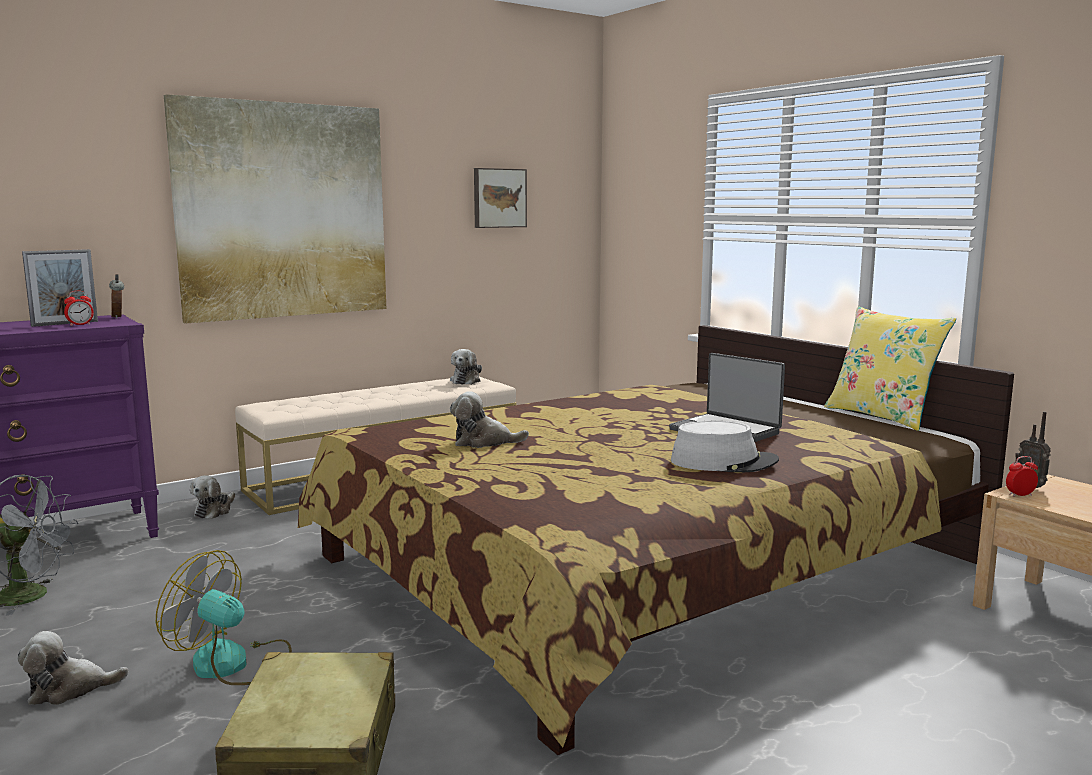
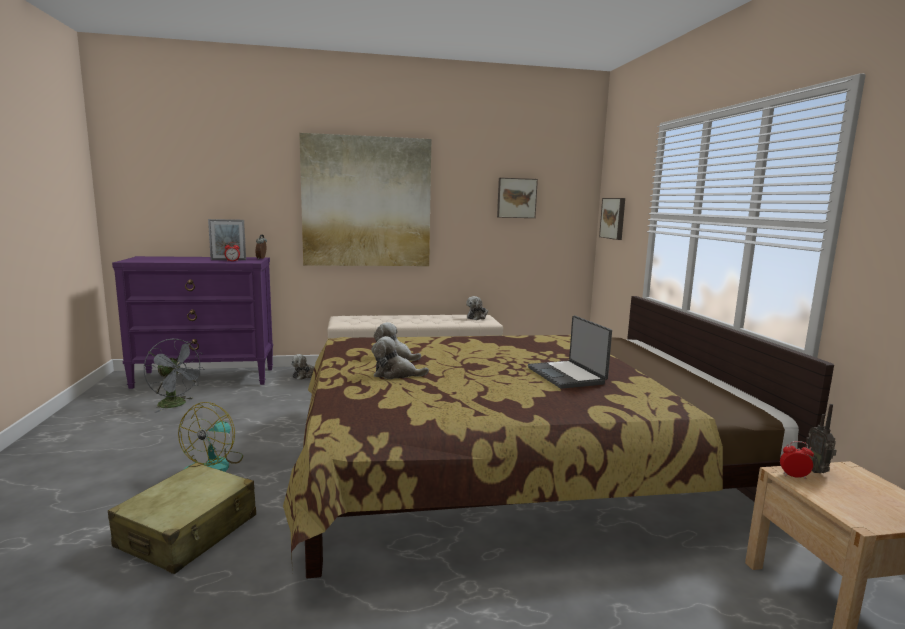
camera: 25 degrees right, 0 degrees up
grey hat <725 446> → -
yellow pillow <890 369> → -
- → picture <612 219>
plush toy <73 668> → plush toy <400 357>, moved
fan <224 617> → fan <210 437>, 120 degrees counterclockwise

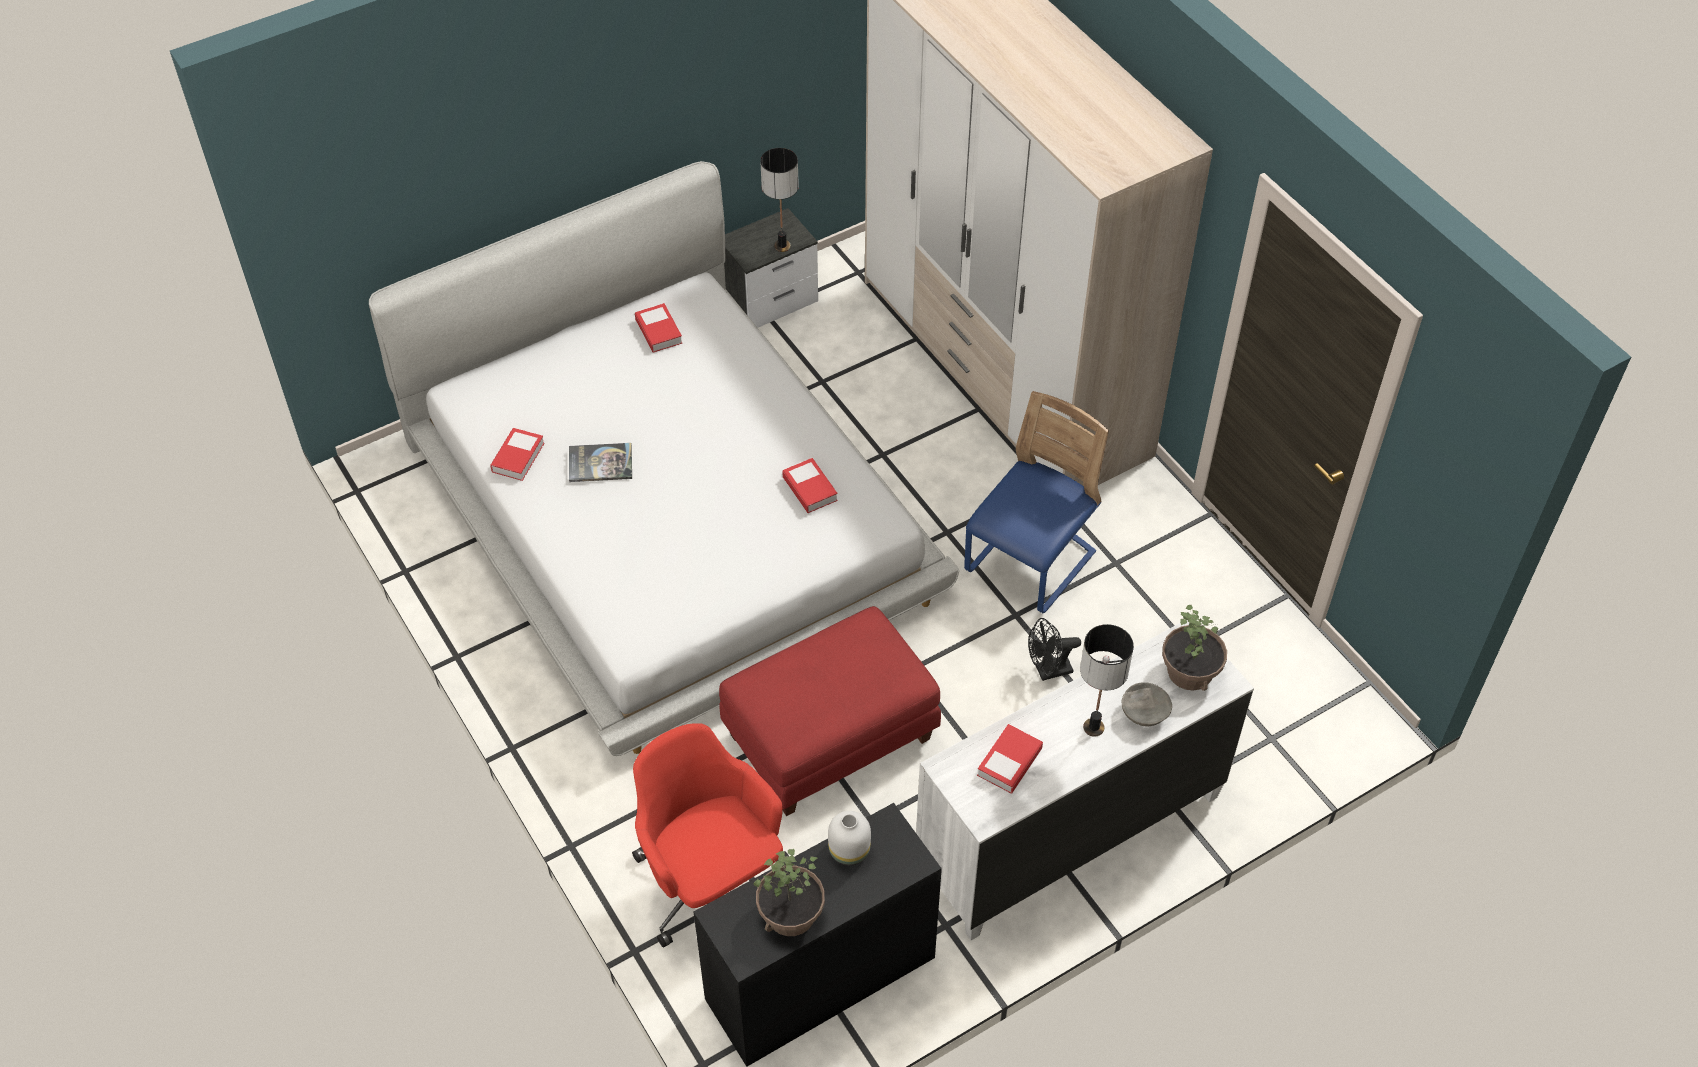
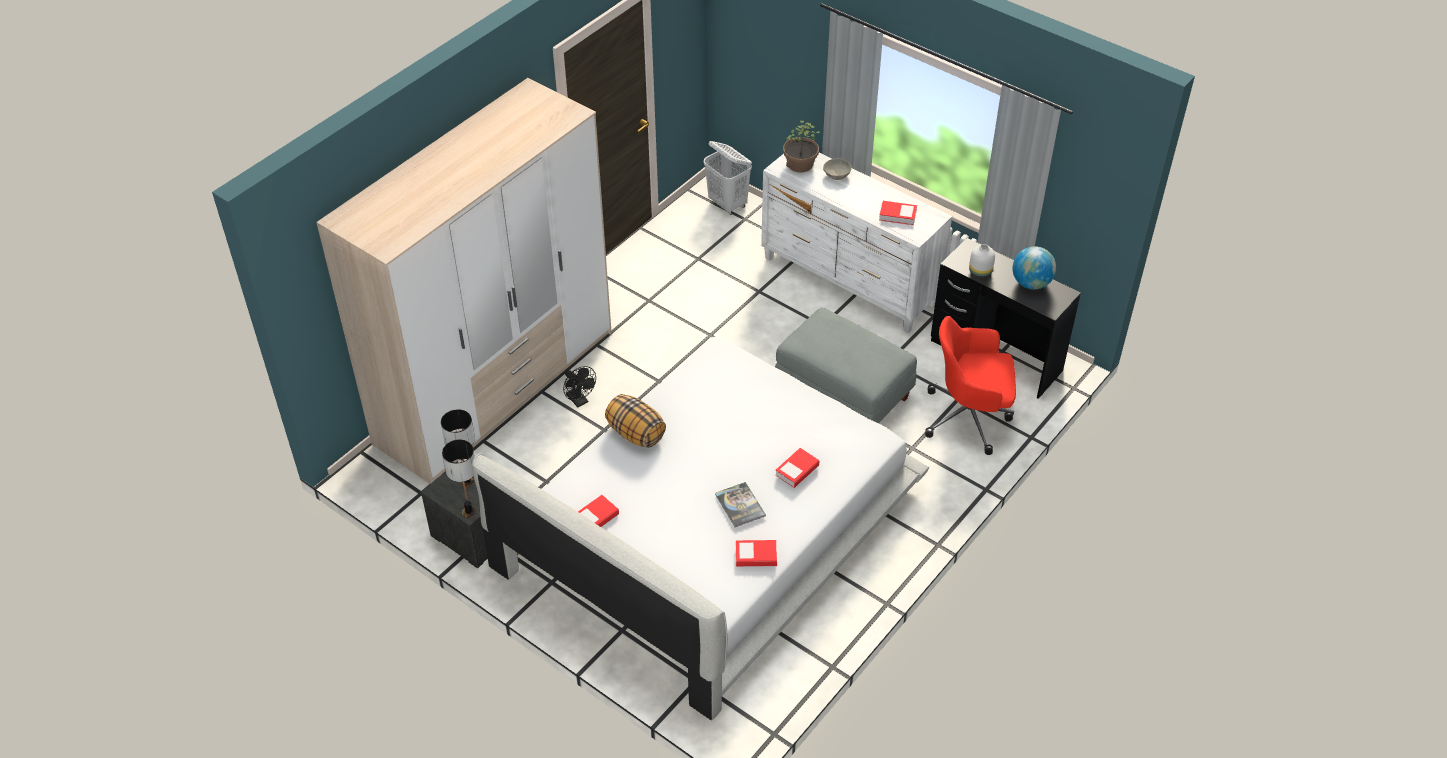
camera: 110 degrees left, 5 degrees down
blue chair <1036 502> → -
- → pillow <635 421>
- → white laundry basket <728 178>
book <810 485> → book <797 468>, moved
black fan <1054 649> → black fan <579 386>, moved
table lamp <1107 680> → table lamp <459 478>, moved
potted plant <789 892> → globe <1034 267>
red ottoman <830 711> → grey ottoman <846 365>
red office chair <710 835> → red office chair <970 385>, 60 degrees clockwise

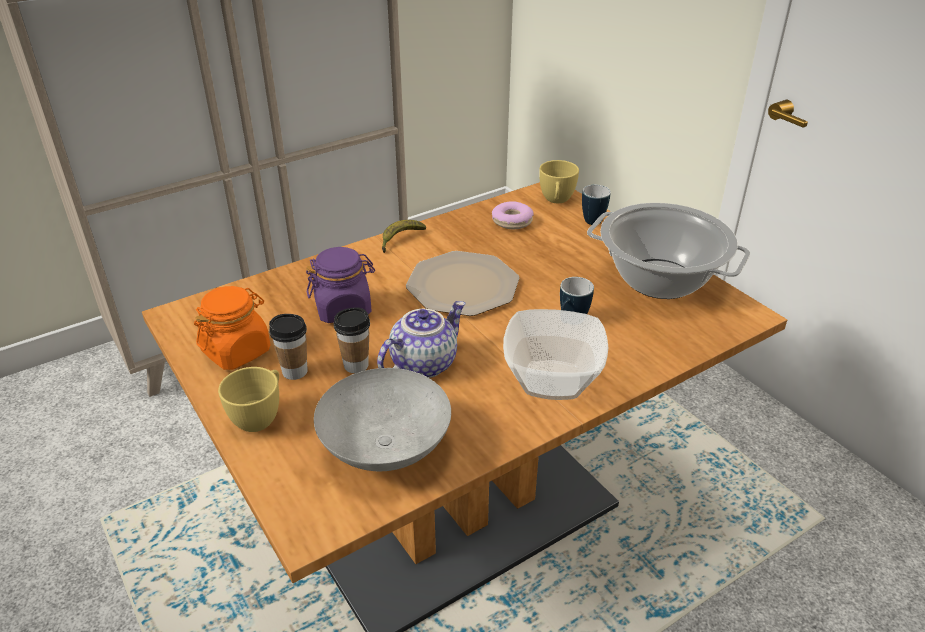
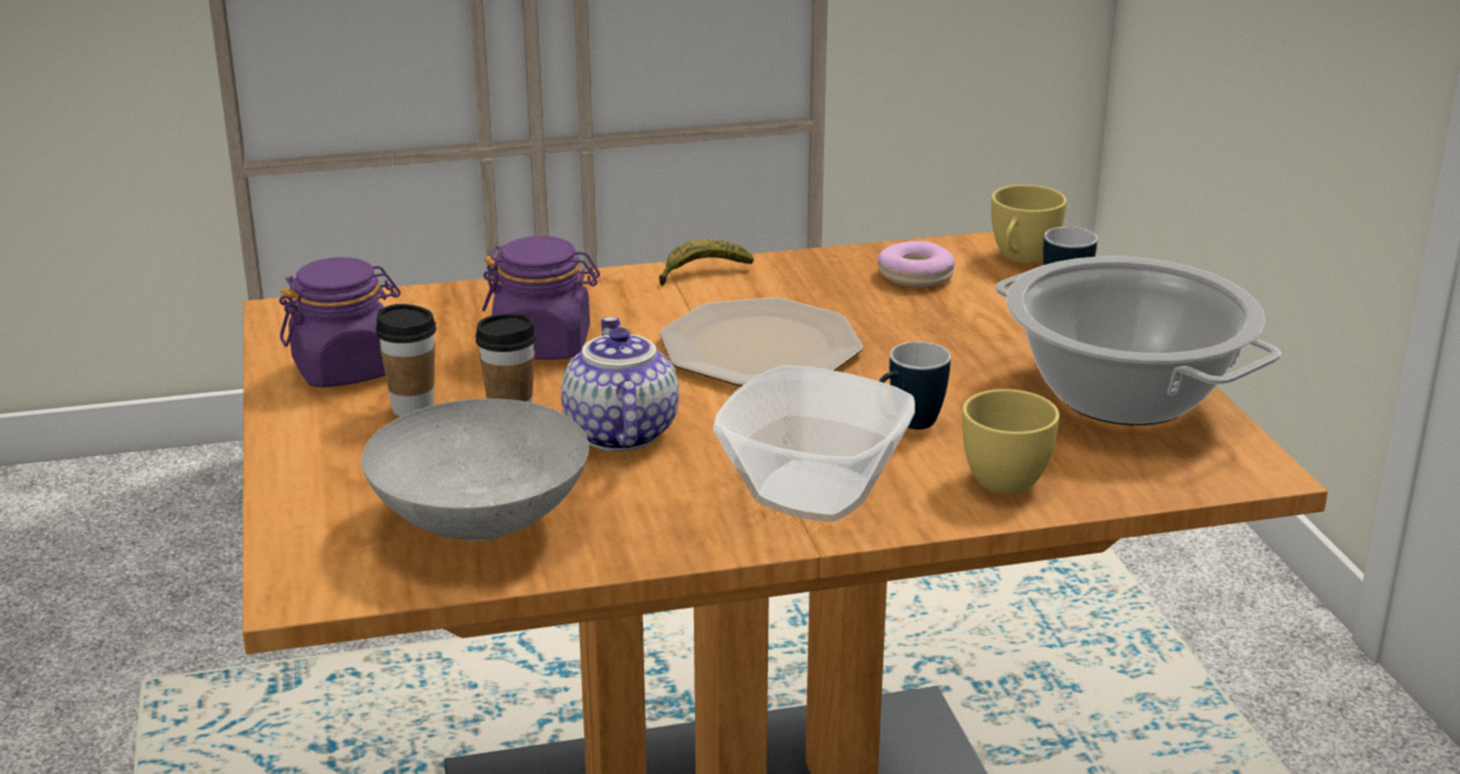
camera: 20 degrees right, 10 degrees down
yellow cup <248 399> → yellow cup <1010 441>, moved
orange jar <232 328> → purple jar <340 322>
teapot <421 339> → teapot <620 384>, 75 degrees counterclockwise

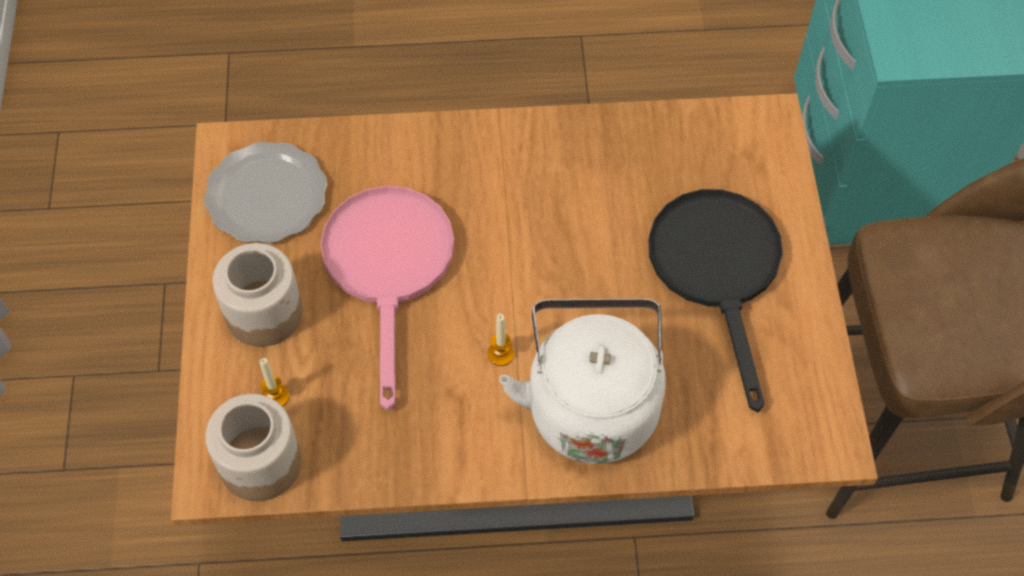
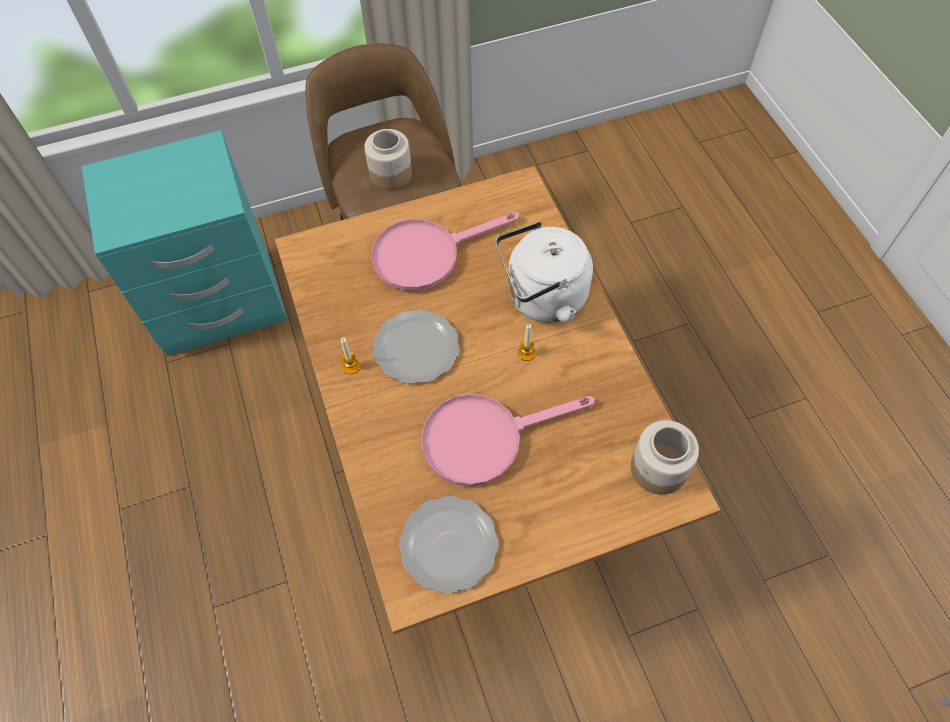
camera: 105 degrees left, 0 degrees up
- → plate <416 347>
jar <258 295> → jar <388 159>, moved
candle <274 382> → candle <350 355>, moved
black frying pan <715 300> → pink frying pan <445 251>

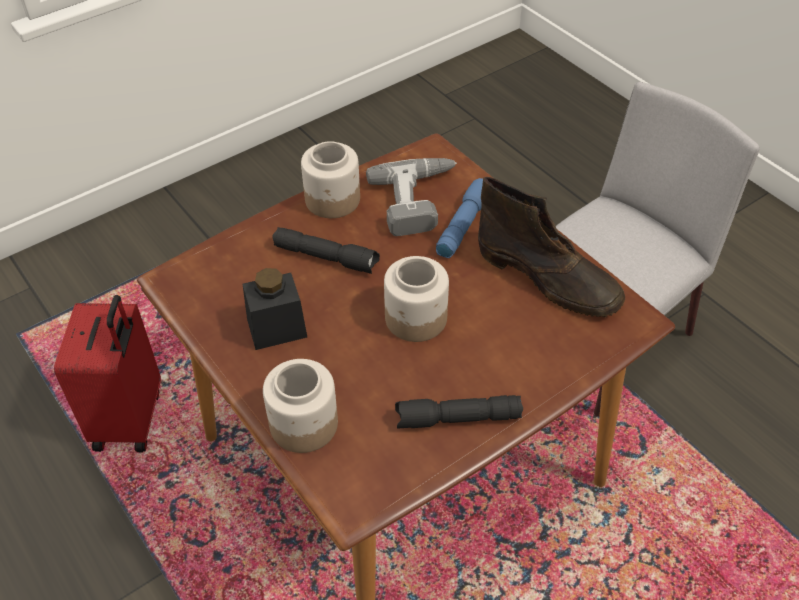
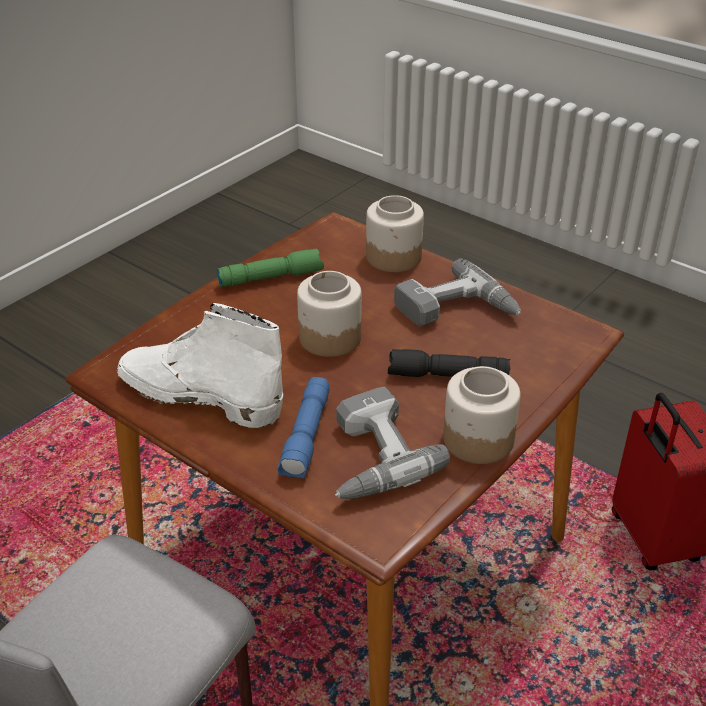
camera: 165 degrees right, 10 degrees down
black jar <274 309> → power drill <457 292>
black flashlight <459 412> → green flashlight <270 268>
brown boot <551 247> → white boot <200 365>

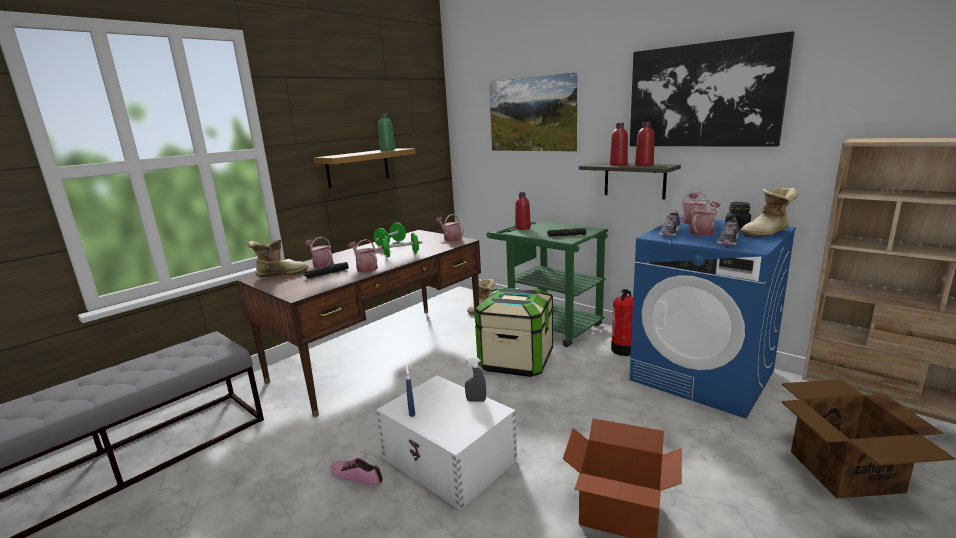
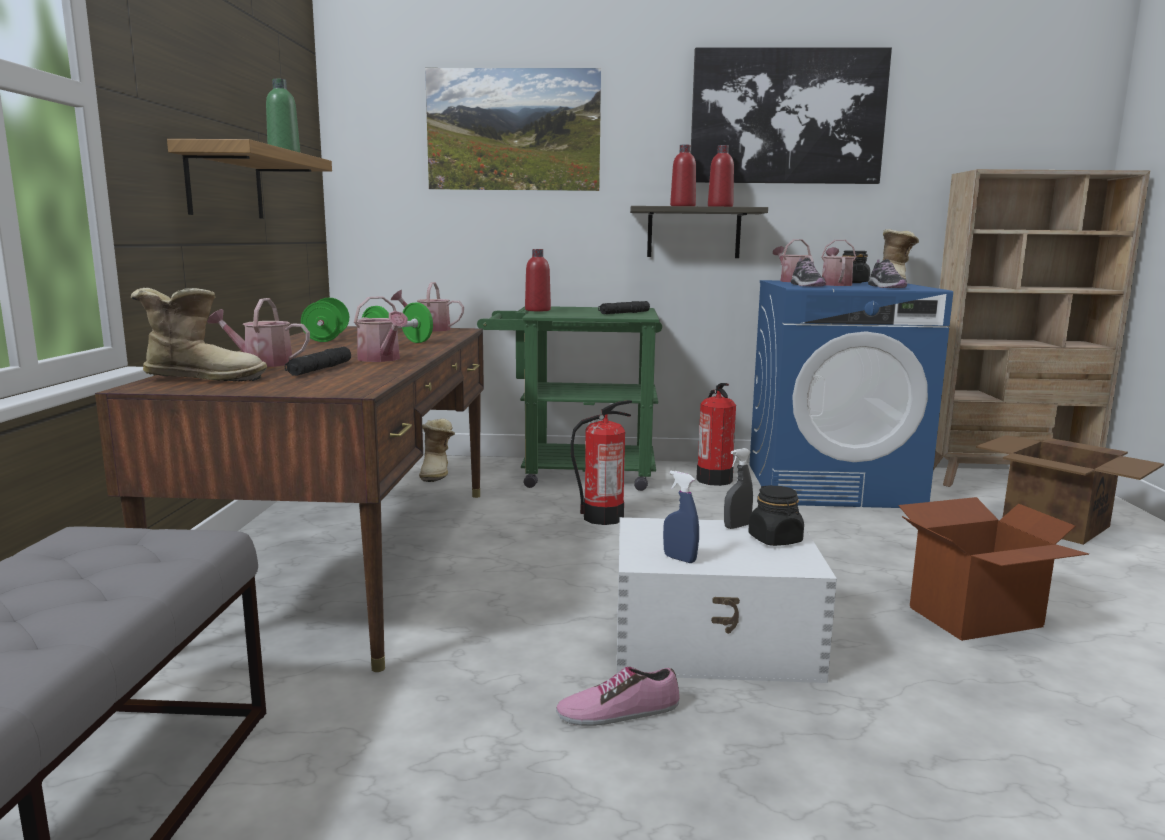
camera: 40 degrees left, 5 degrees down
- → black jar <776 515>
storage box <513 332> → fire extinguisher <601 462>
boot <278 257> → boot <199 335>, 60 degrees clockwise
watering can <363 255> → watering can <381 329>, 135 degrees counterclockwise

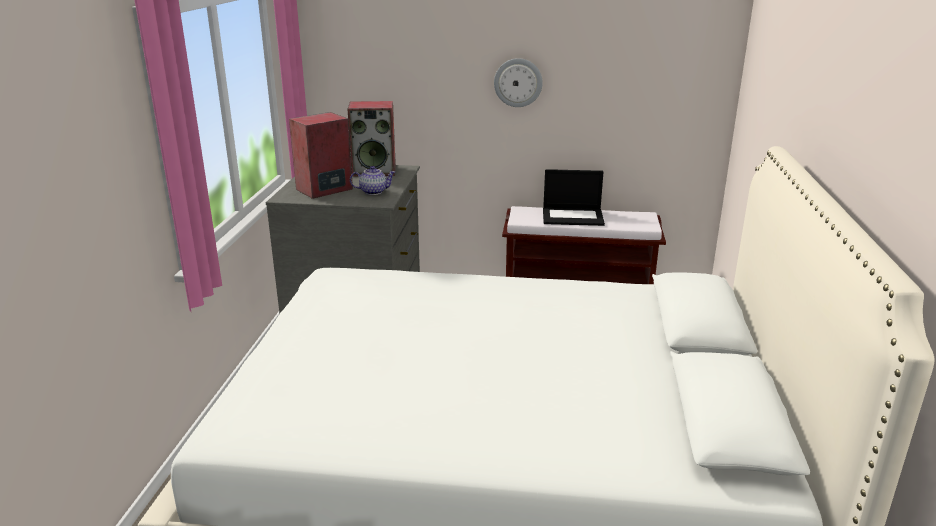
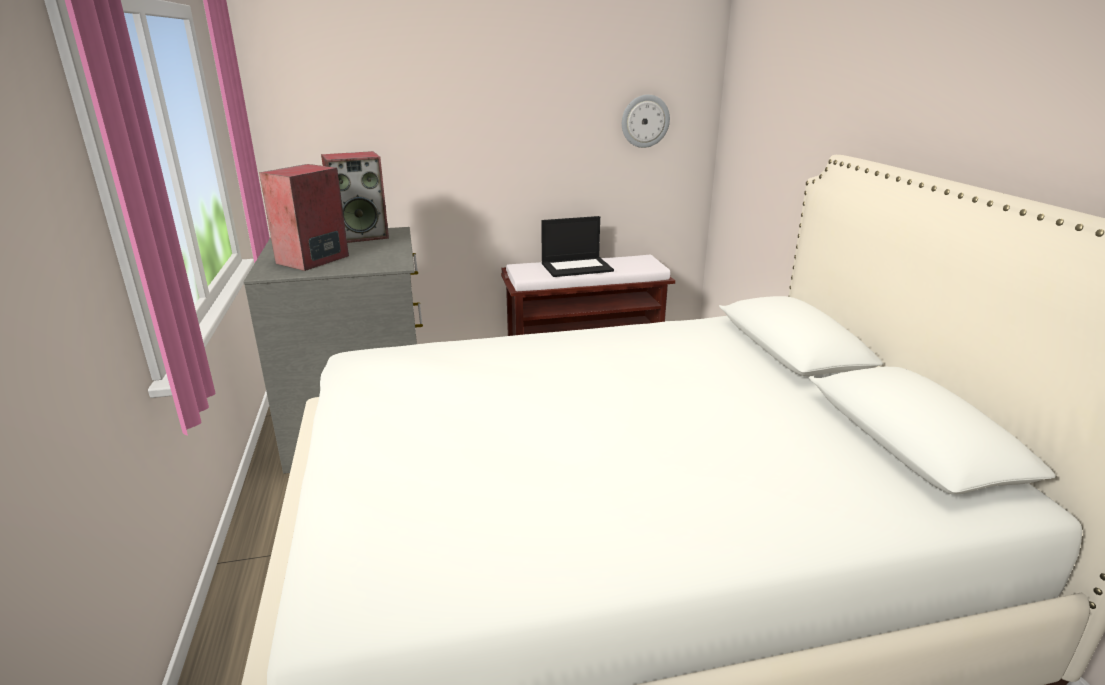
camera: 20 degrees left, 0 degrees up
teapot <372 180> → -
wall clock <518 82> → wall clock <646 121>, moved

